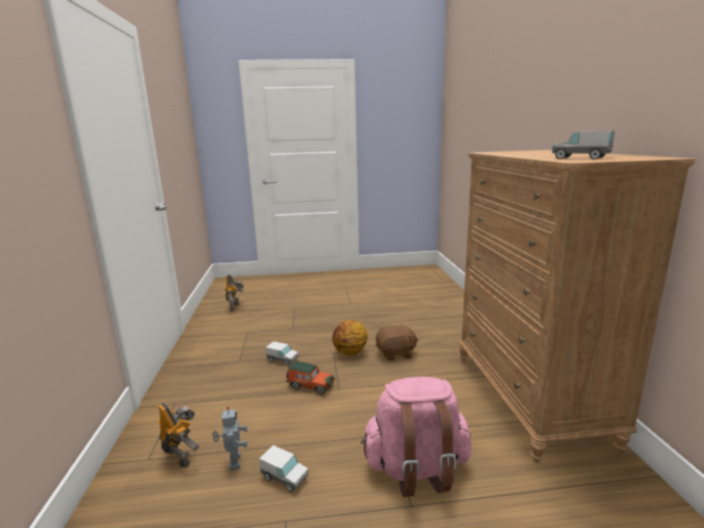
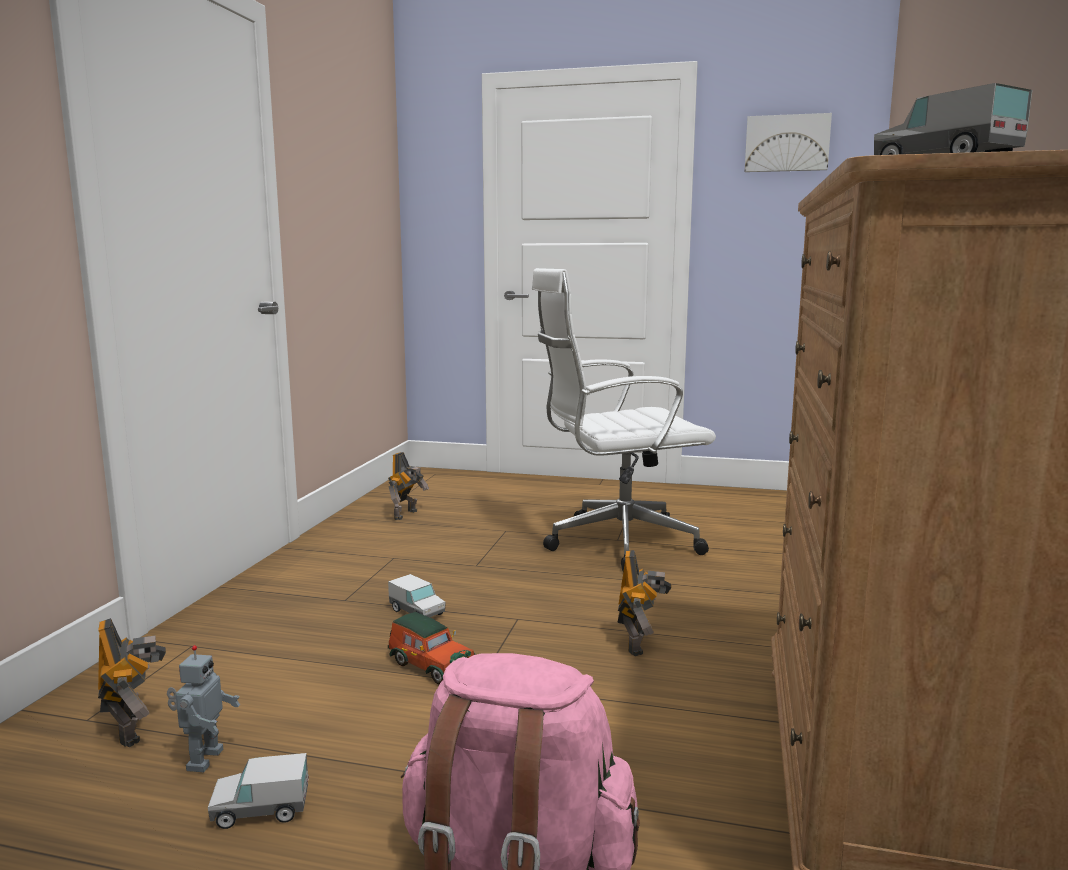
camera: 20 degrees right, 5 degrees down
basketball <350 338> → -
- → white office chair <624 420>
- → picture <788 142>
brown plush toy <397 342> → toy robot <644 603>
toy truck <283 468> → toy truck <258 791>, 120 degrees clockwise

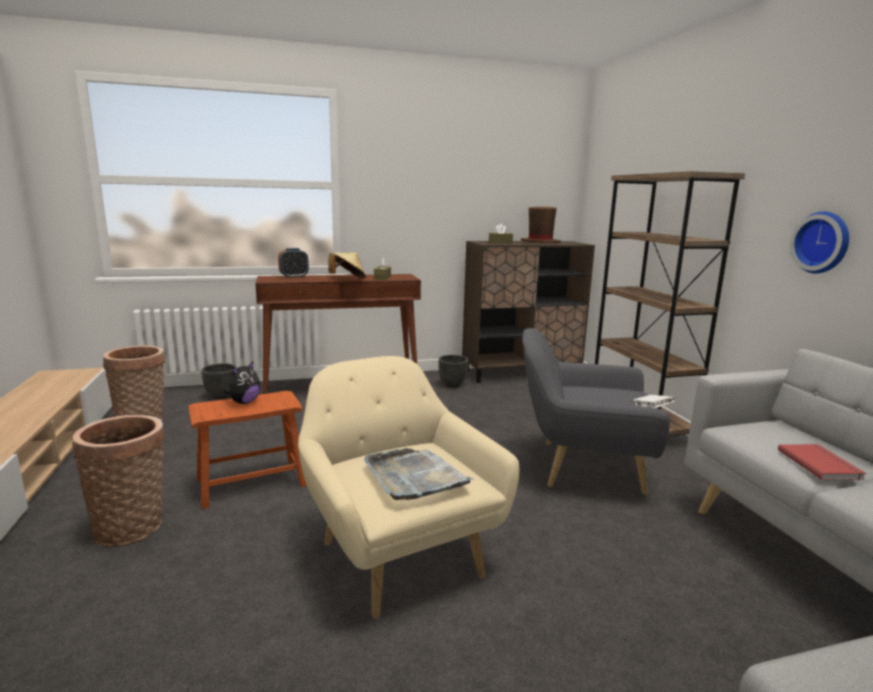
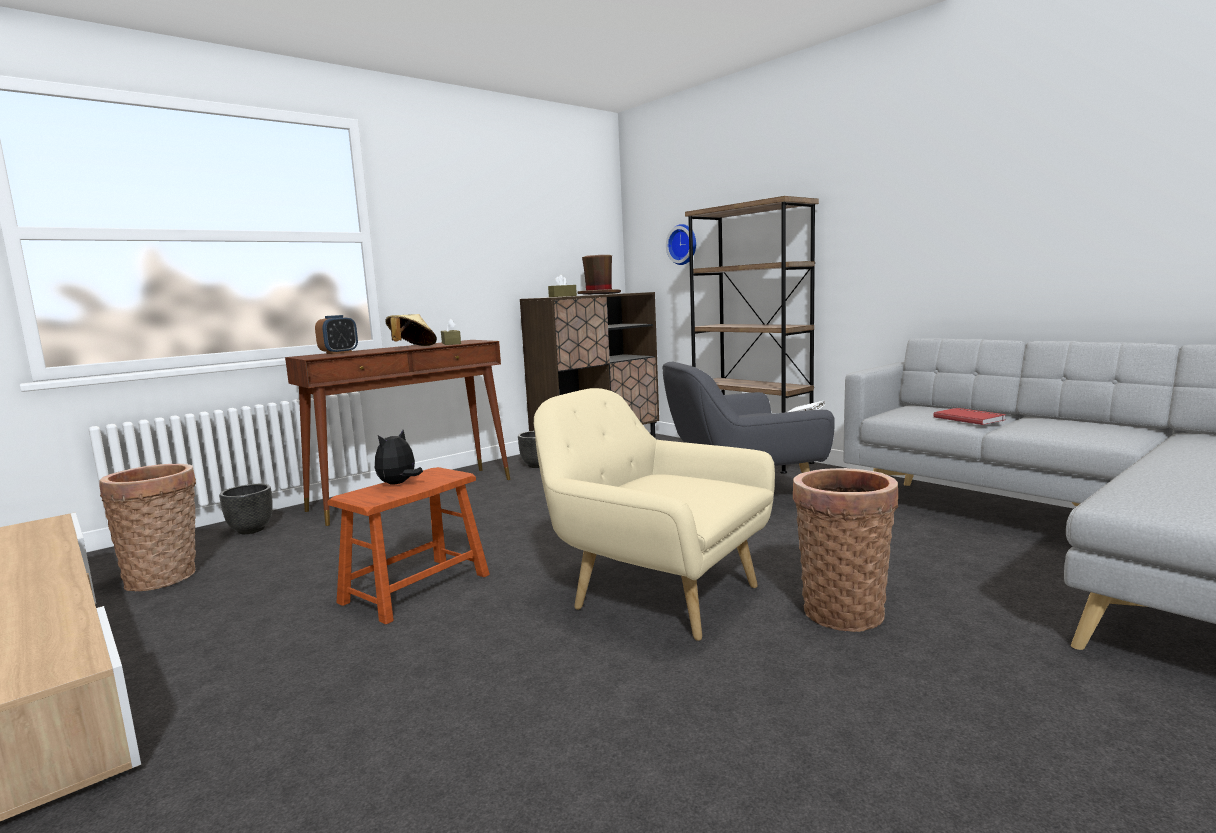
camera: 25 degrees left, 5 degrees down
grey tray <419 474> → -
basket <118 481> → basket <845 550>, moved
wall clock <819 242> → wall clock <681 244>, moved
plush toy <242 382> → plush toy <399 457>, 150 degrees counterclockwise

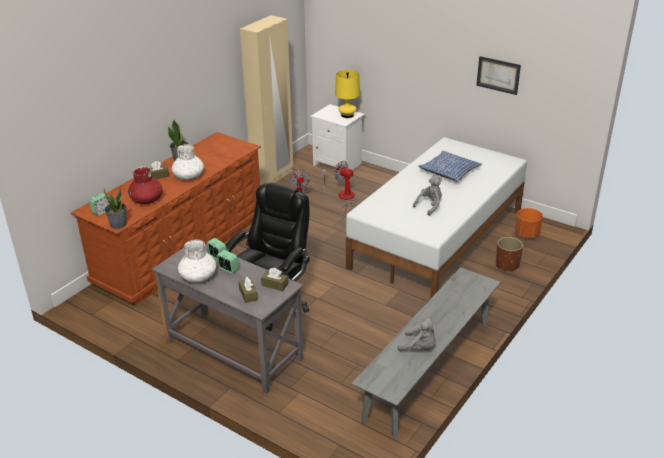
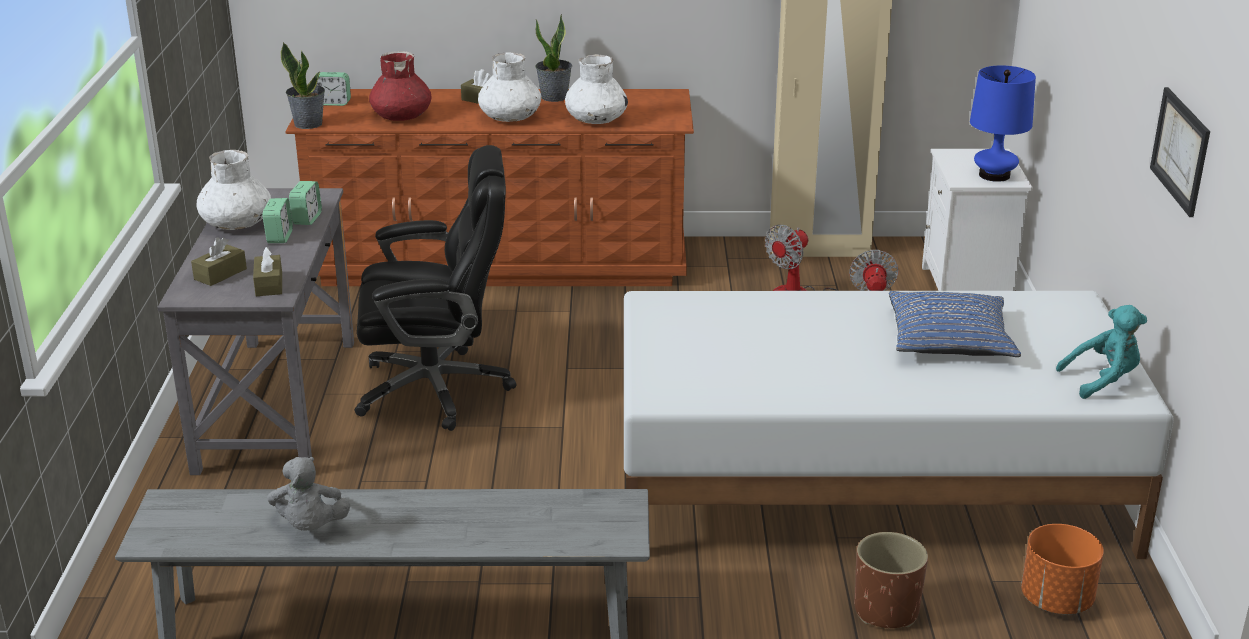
camera: 55 degrees right, 5 degrees down
grey plush toy <427 196> → -
- → white vase <596 89>
- → turquoise plush toy <1101 352>
yellow table lamp <347 94> → blue table lamp <1003 123>

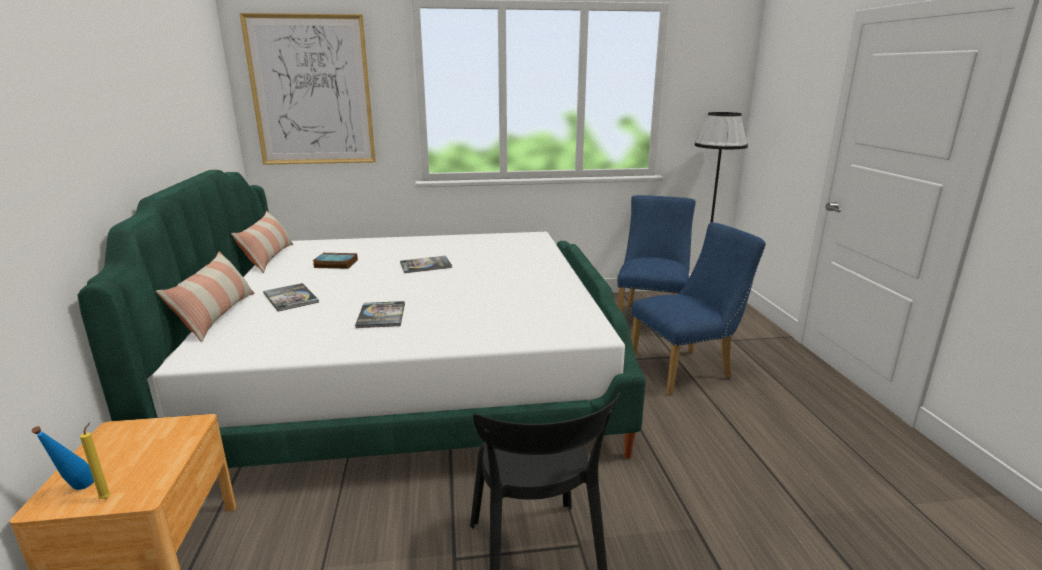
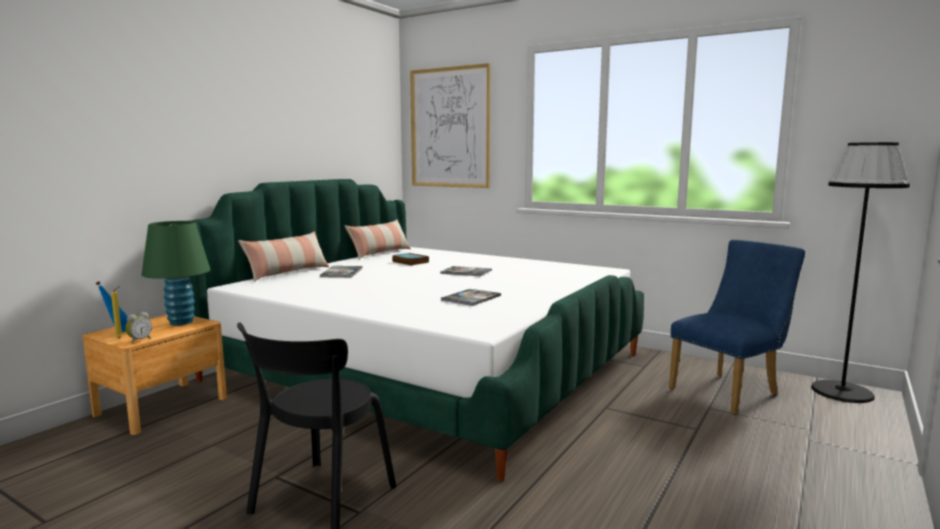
camera: 40 degrees right, 10 degrees down
blue chair <698 309> → -
- → alarm clock <138 328>
- → green table lamp <176 273>
book <380 314> → book <471 297>, moved

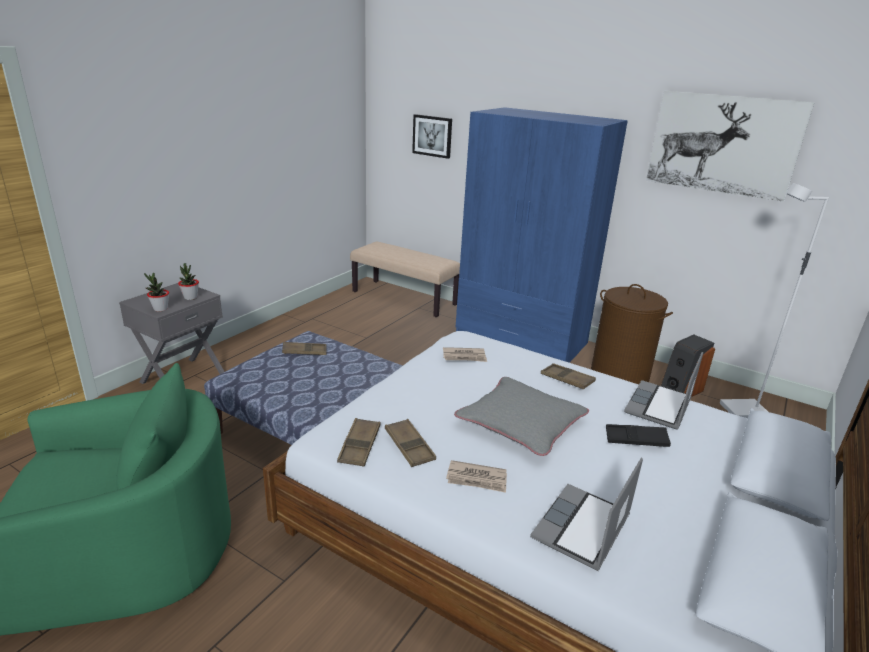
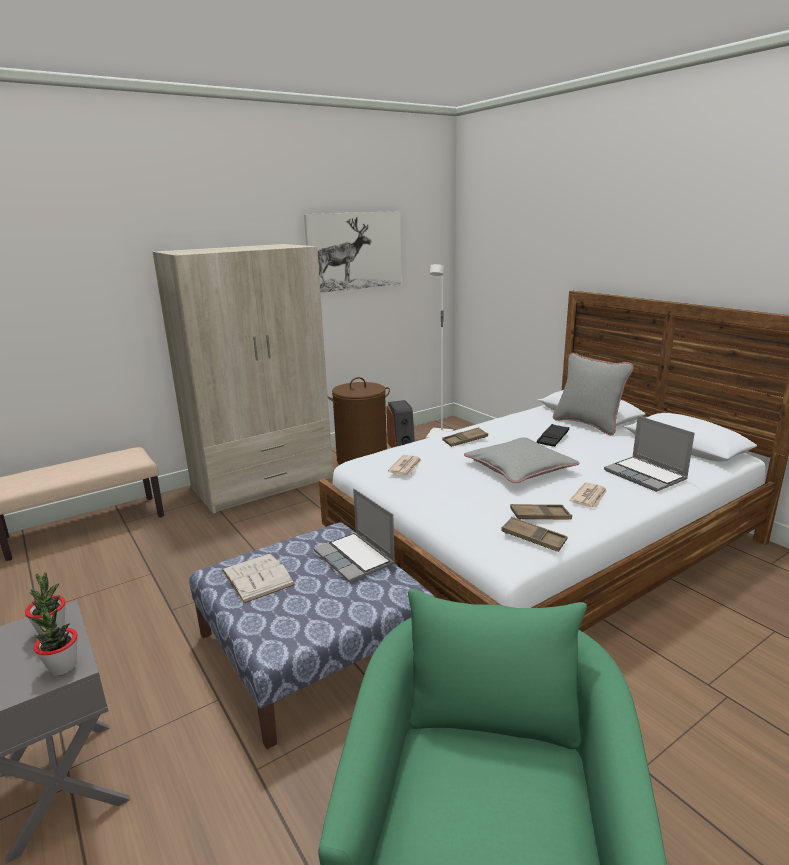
camera: 65 degrees left, 5 degrees down
picture <432 136> → -
- → grey pillow <593 394>
laptop <663 391> → laptop <354 536>, moved
brown tray <304 348> → white book <258 578>
blue wardrobe <542 235> → beige wardrobe <243 379>

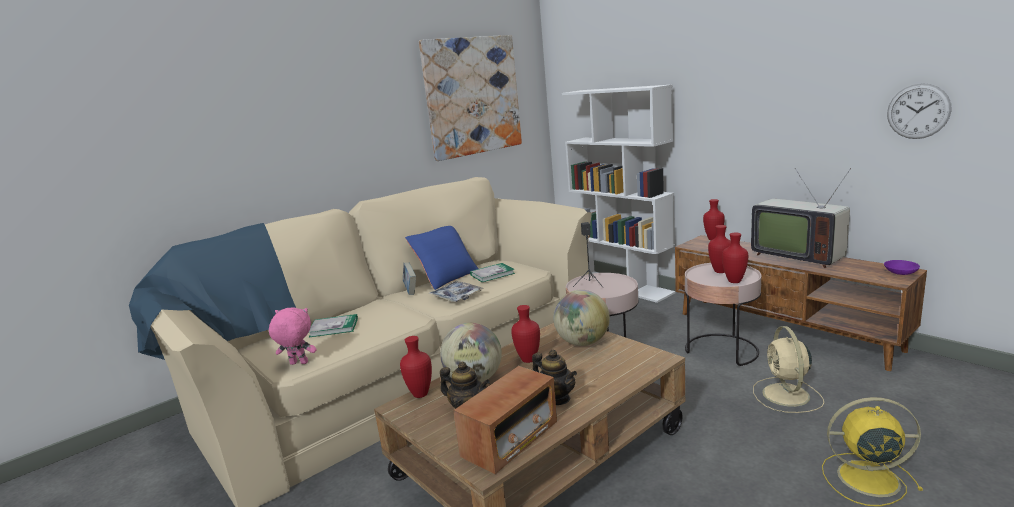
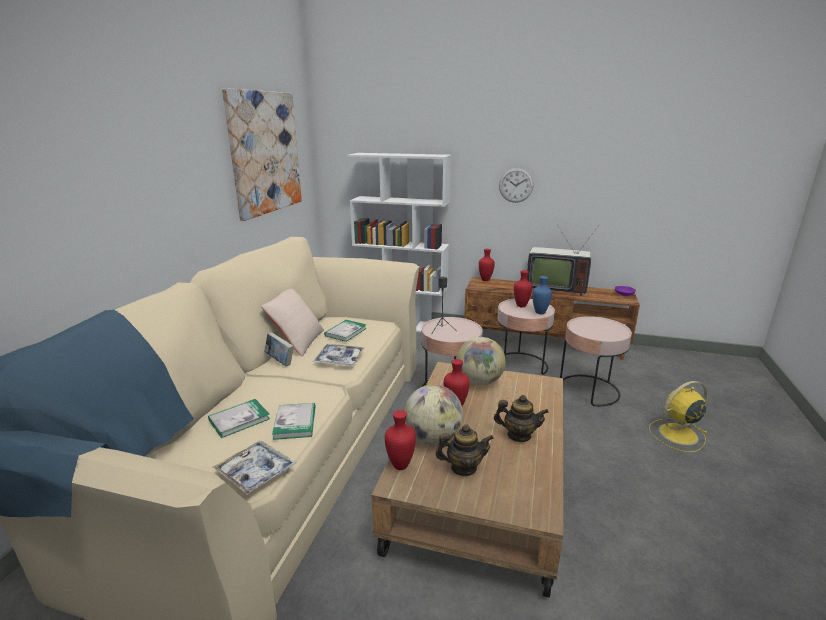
camera: 35 degrees left, 5 degrees up
radio <505 420> → -
- → book <294 421>
wall clock <919 111> → wall clock <516 185>, moved
pink plush toy <293 336> → tray <254 468>
beige fan <788 369> → pink side table <596 361>
blue pillow <442 258> → beige pillow <292 322>
red vase <735 258> → blue vase <542 295>

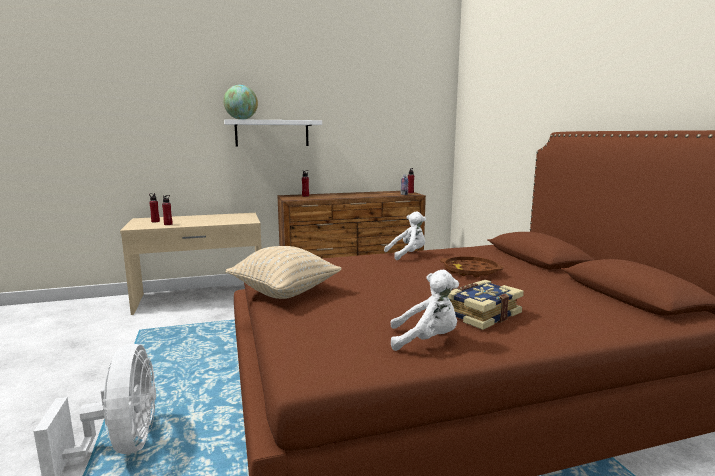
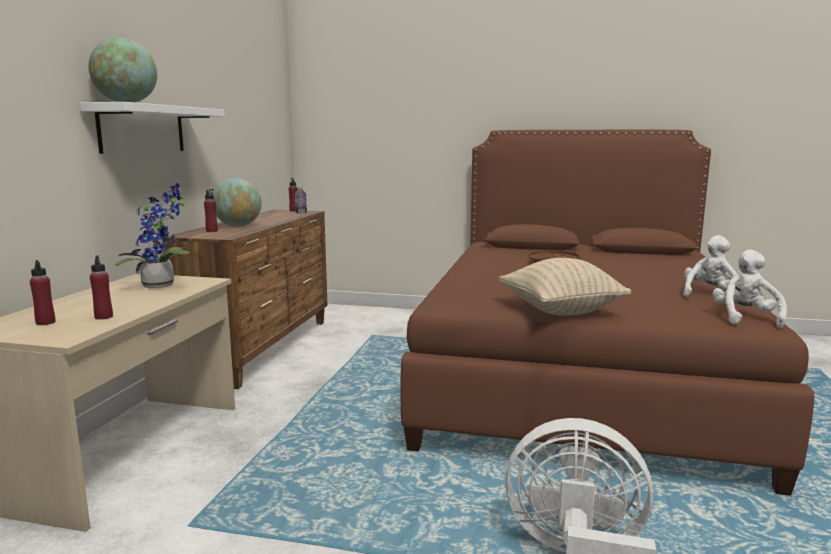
camera: 60 degrees left, 0 degrees up
book <486 305> → -
- → potted plant <152 235>
- → globe <237 202>
white plush toy <405 235> → white plush toy <749 289>, moved

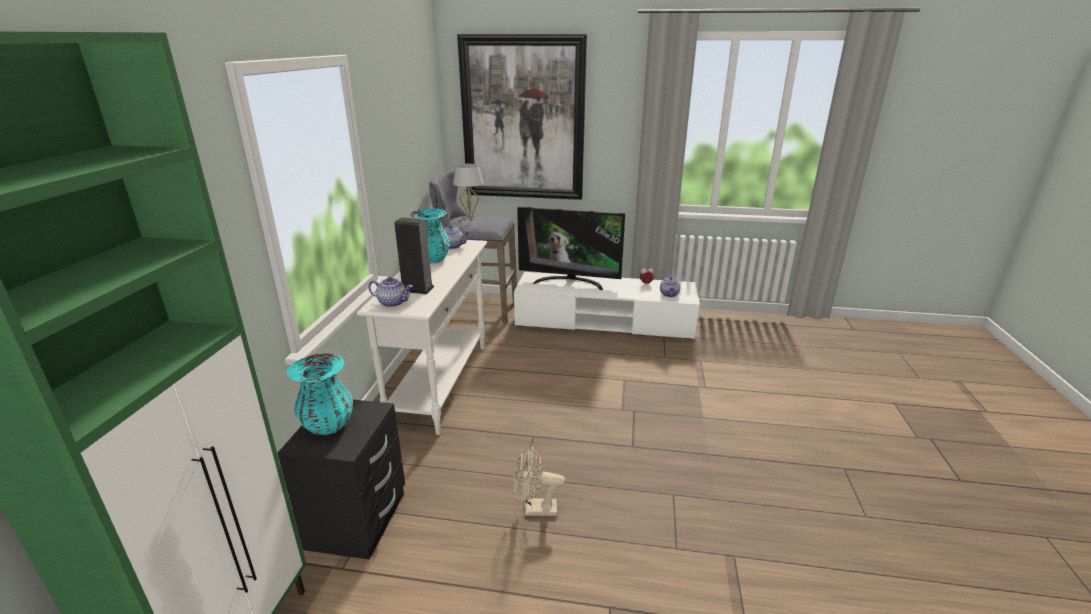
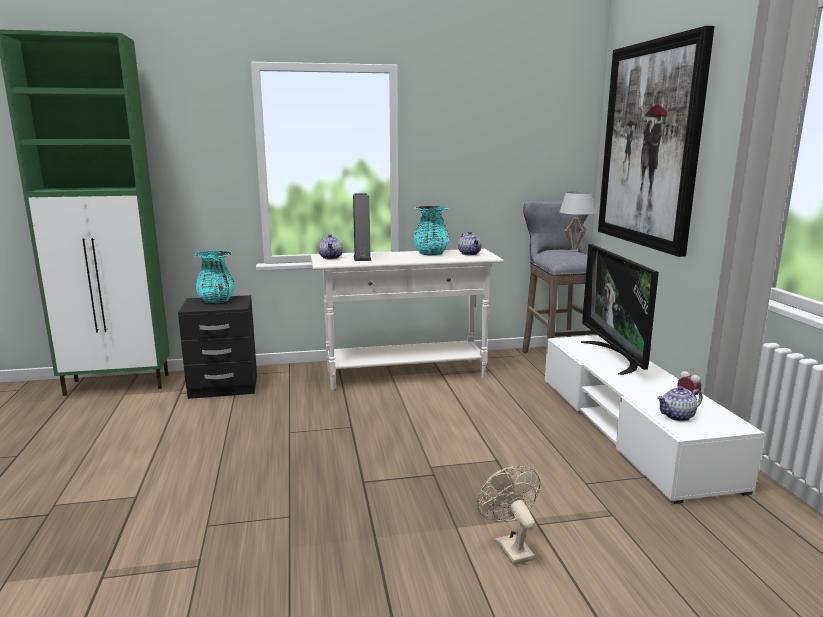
camera: 70 degrees right, 10 degrees down
beige fan <539 481> → beige fan <509 515>, moved

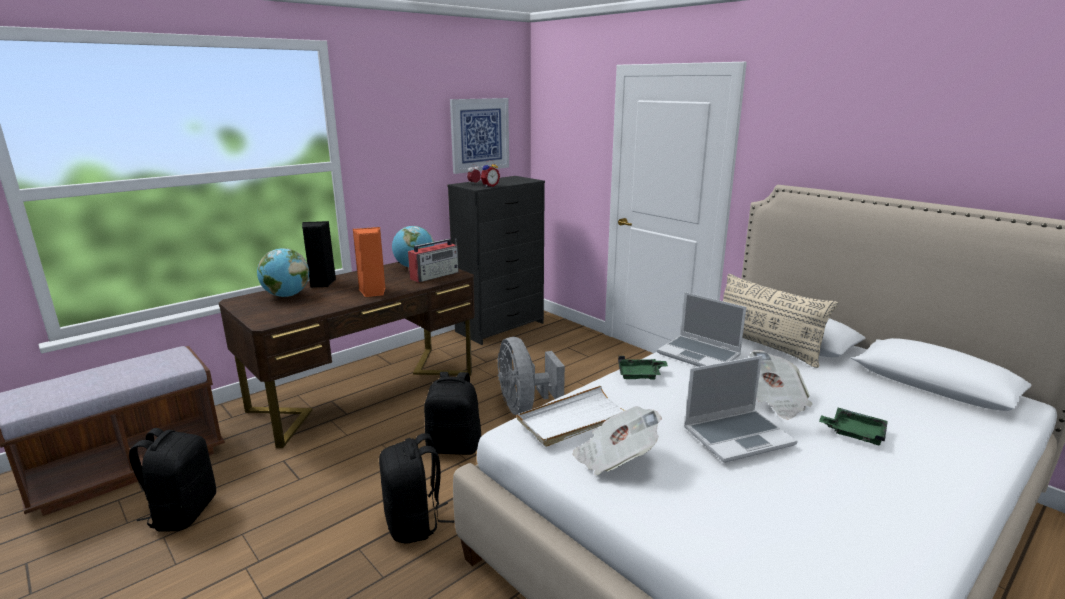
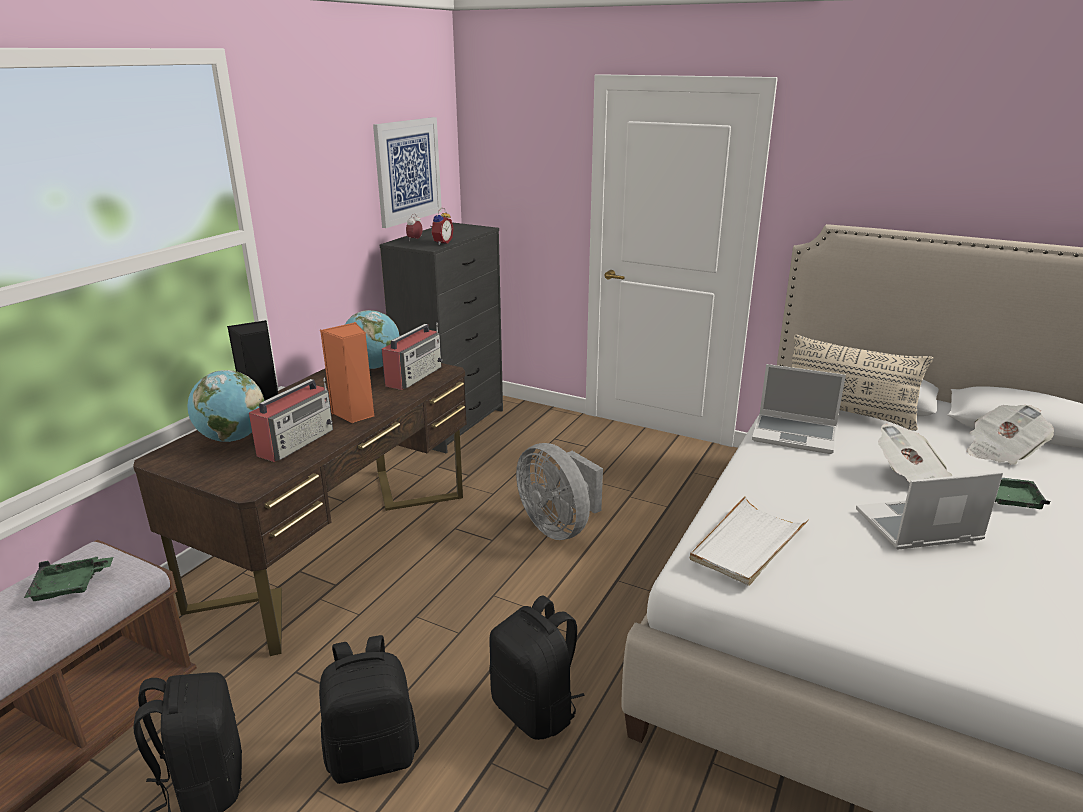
camera: 20 degrees left, 5 degrees up
- → radio <291 420>
black backpack <452 413> → black backpack <369 709>, moved
newspaper <617 440> → newspaper <1010 435>, moved
green tray <643 368> → green tray <68 579>, moved
laptop <741 409> → laptop <929 510>, 150 degrees counterclockwise

